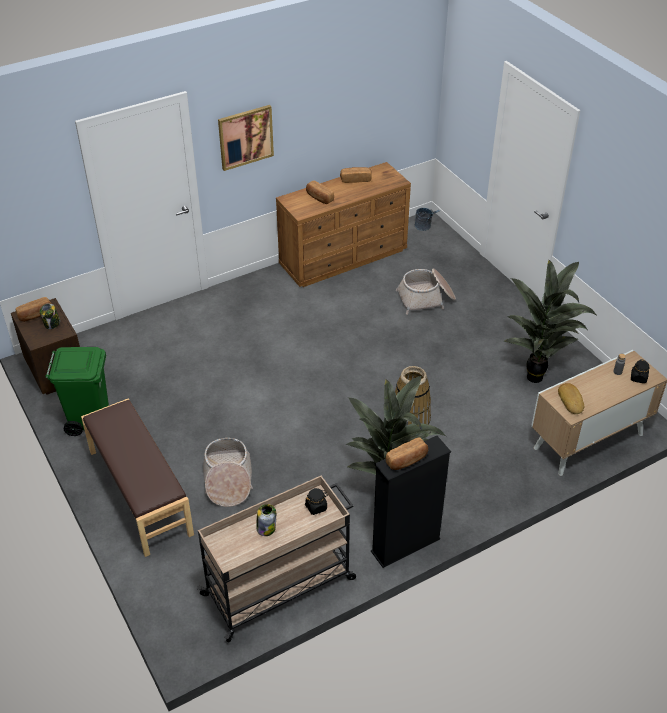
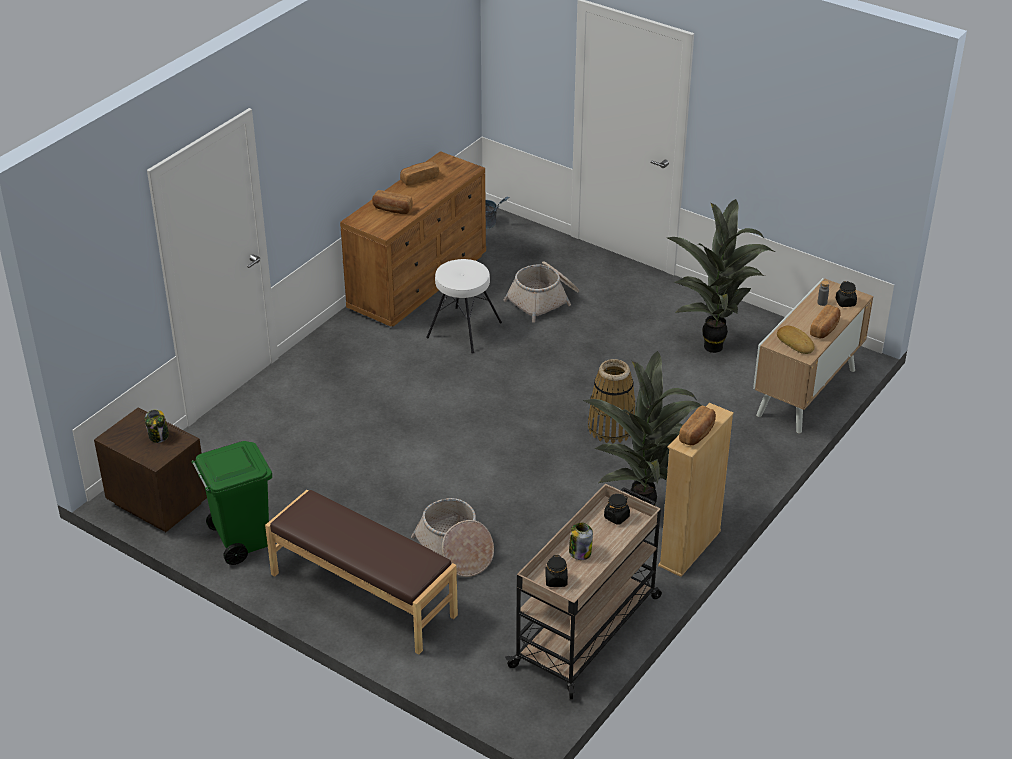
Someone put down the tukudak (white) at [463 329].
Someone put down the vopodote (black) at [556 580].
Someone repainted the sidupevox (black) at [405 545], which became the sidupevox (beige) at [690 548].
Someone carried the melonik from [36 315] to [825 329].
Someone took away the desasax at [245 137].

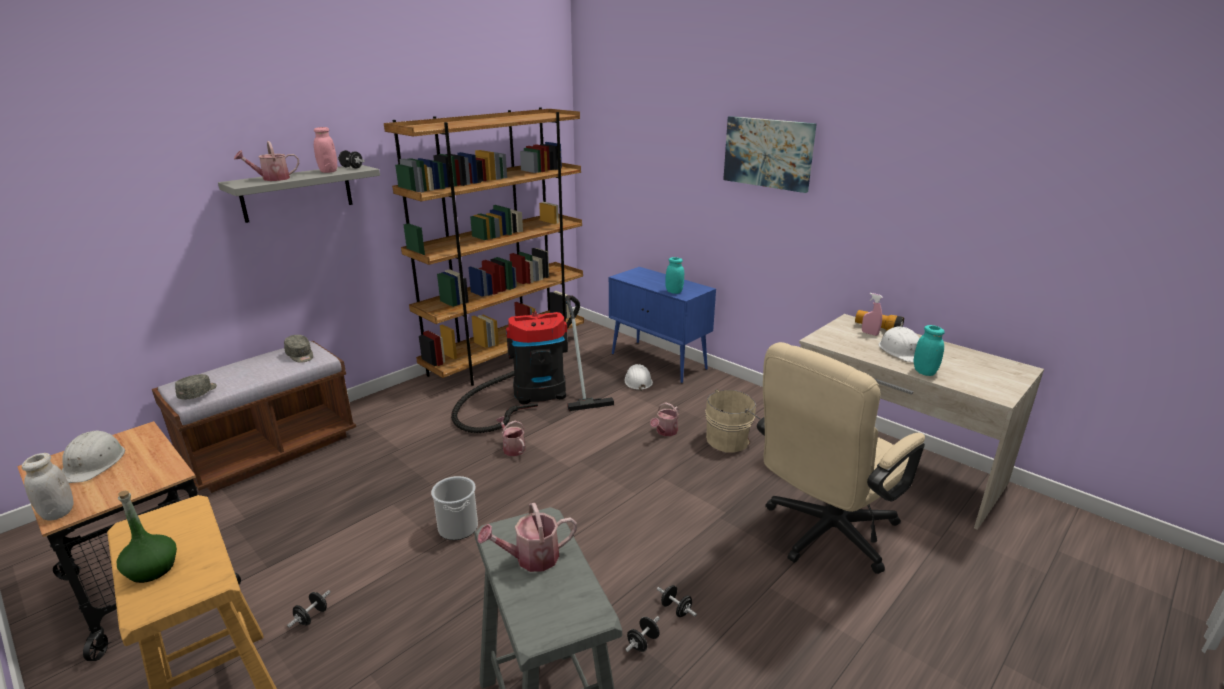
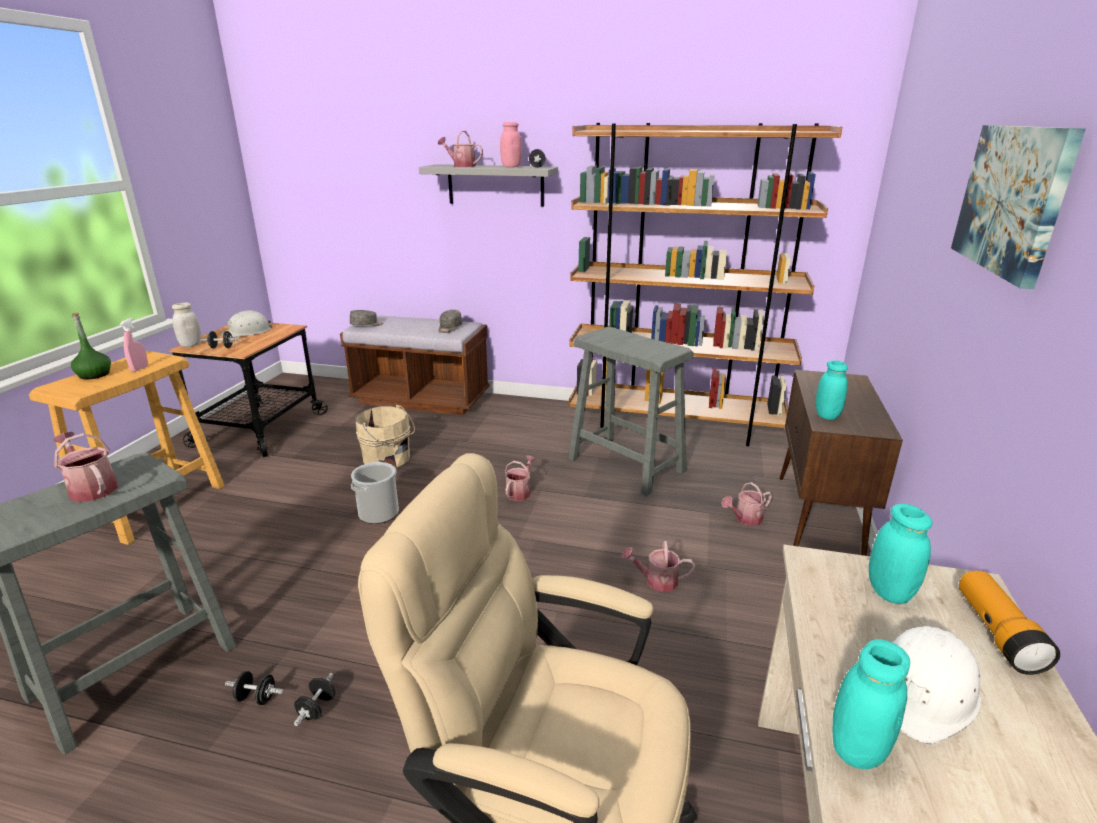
Someone carried the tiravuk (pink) from [869 333] to [139 368].
Someone carried the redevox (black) from [312 617] to [222 347].
Someone carried the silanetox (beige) from [729 439] to [388 459].
Someone swapped the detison at [533 394] for the tukudak (grey) at [626 465].
Someone swapped the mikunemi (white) at [637 381] for the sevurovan at [745 519].
Someone repainted the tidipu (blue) at [659 361], which became the tidipu (brown) at [818 518].
Someone put down the vopodote (turquoise) at [889 592].

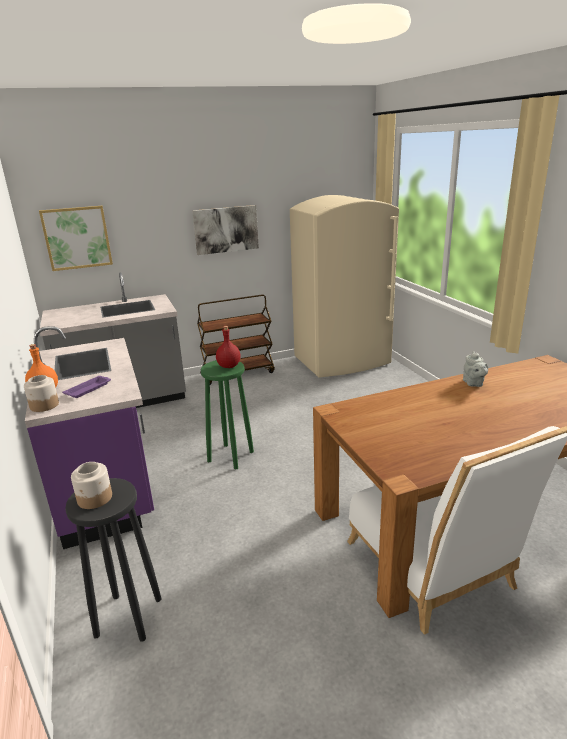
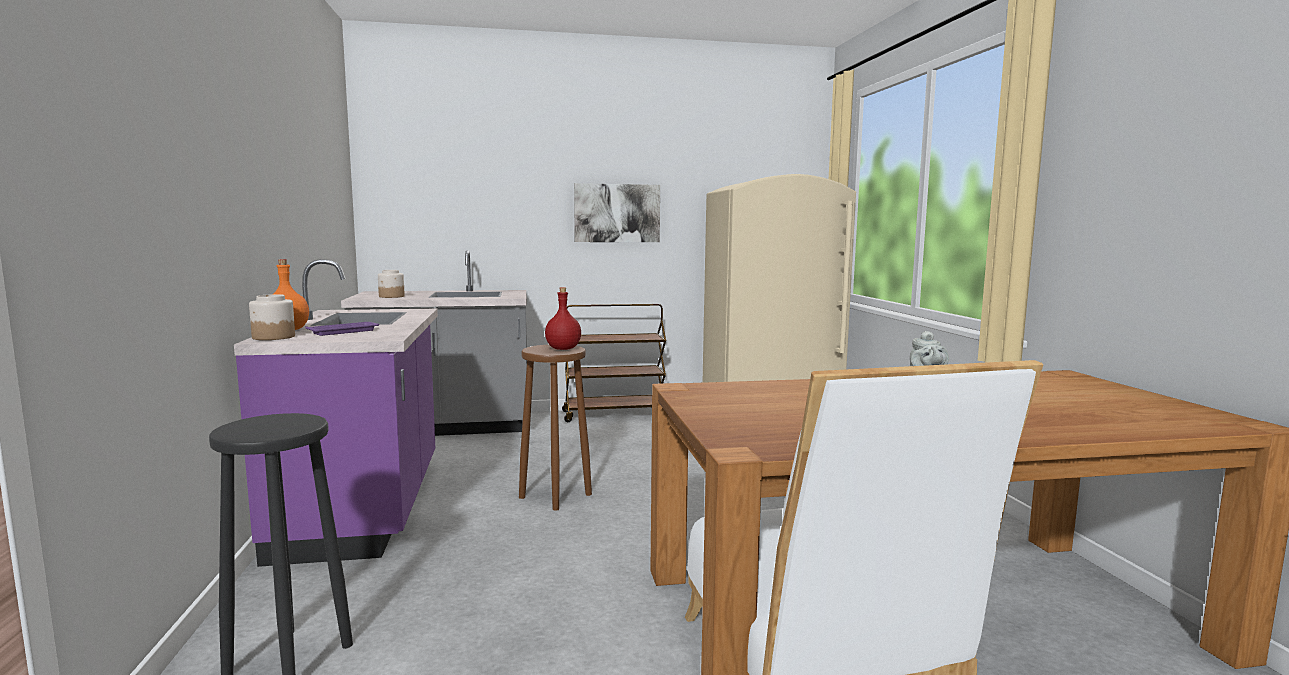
Someone carried the vopodote from [95 498] to [391 296].
Someone repainted the tukudak (green) at [231 456], which became the tukudak (brown) at [556 496].
Someone took away the desasax at [77 238].

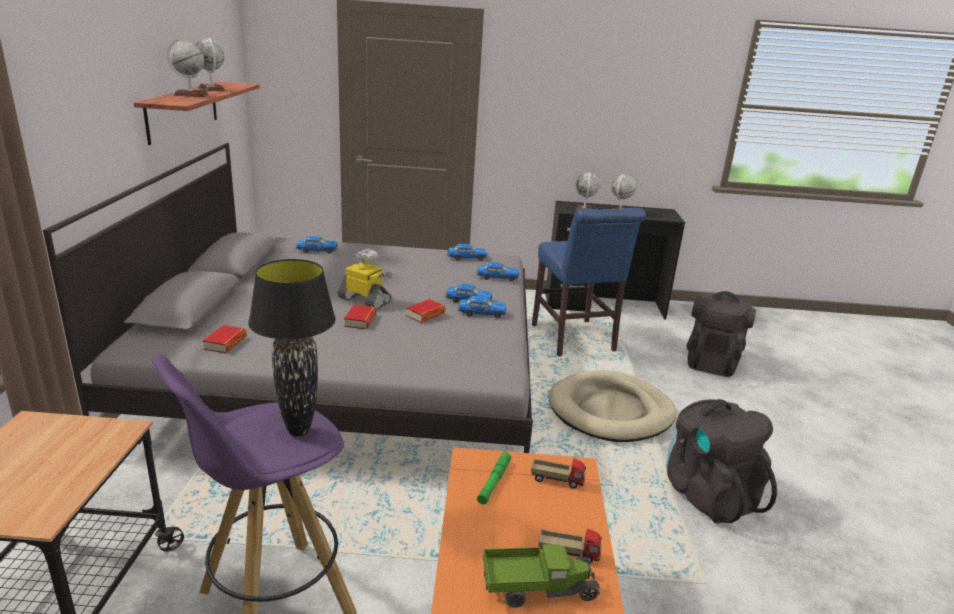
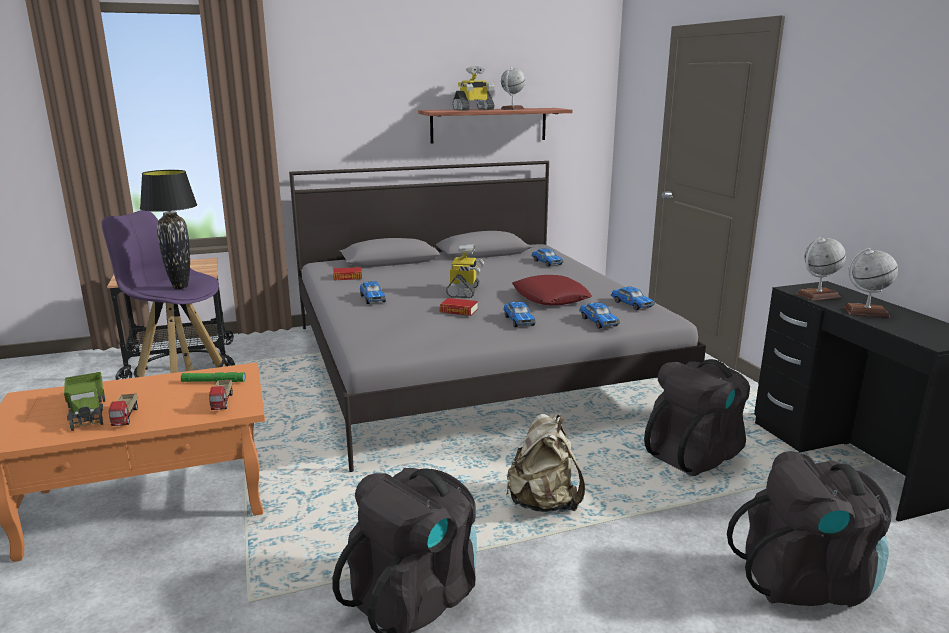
Someone carried the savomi from [481 313] to [372 298].
Someone swapped the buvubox at [190 95] for the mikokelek at [473 109].
Someone swapped the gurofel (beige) at [611 411] for the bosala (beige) at [543 503].
Someone put down the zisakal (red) at [550 297].
Someone swapped the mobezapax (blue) at [574 340] for the bosala (black) at [695 455].
Someone took away the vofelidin at [360 320].

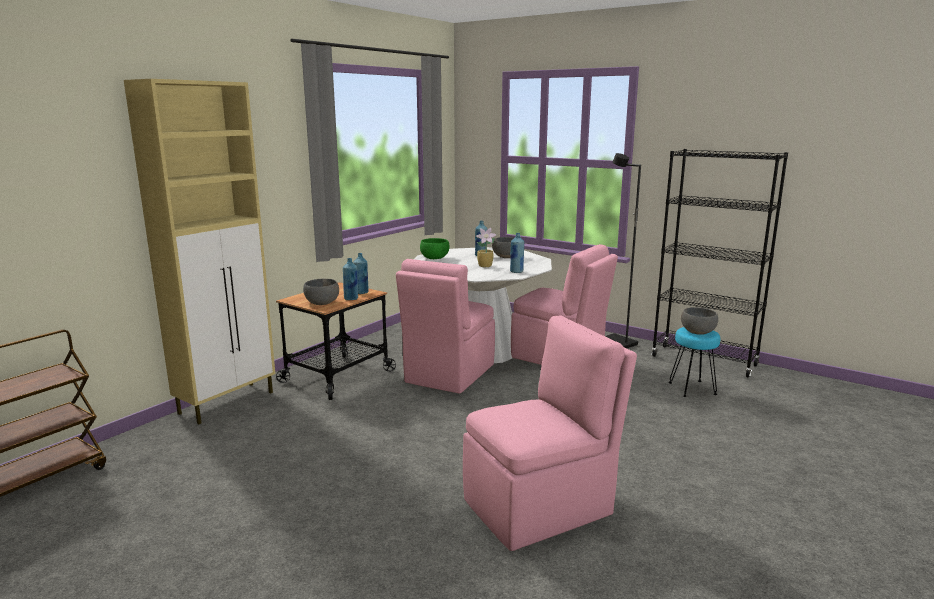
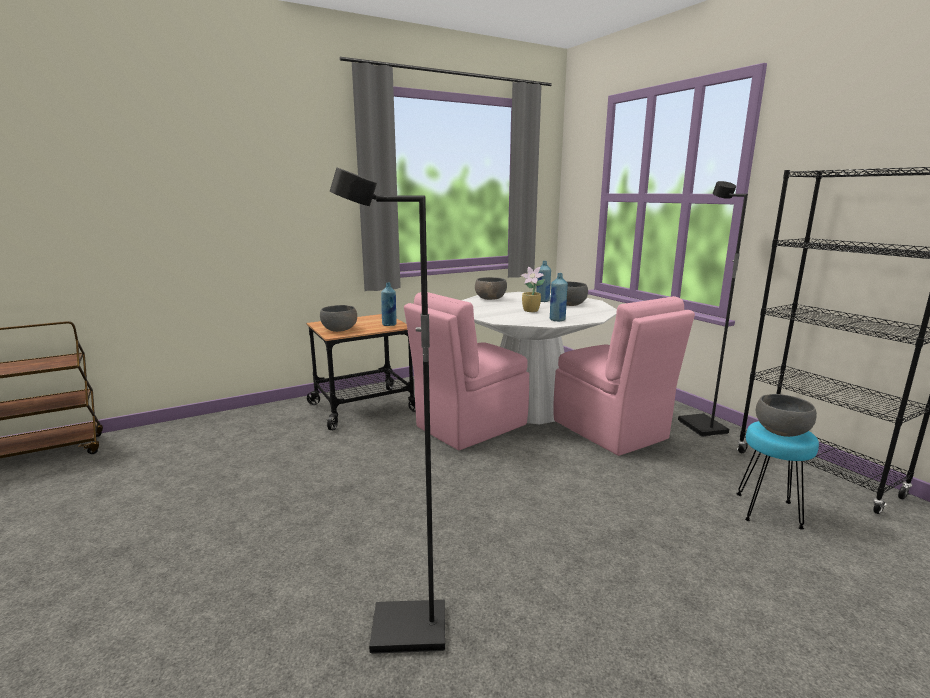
Someone swapped the mobezapax (pink) at [541 506] for the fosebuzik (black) at [407 631].
Someone repainted the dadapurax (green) at [434 258], which became the dadapurax (grey) at [490 298].
Someone took away the tidipu (beige) at [228 402].
Someone took away the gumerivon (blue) at [351 299].

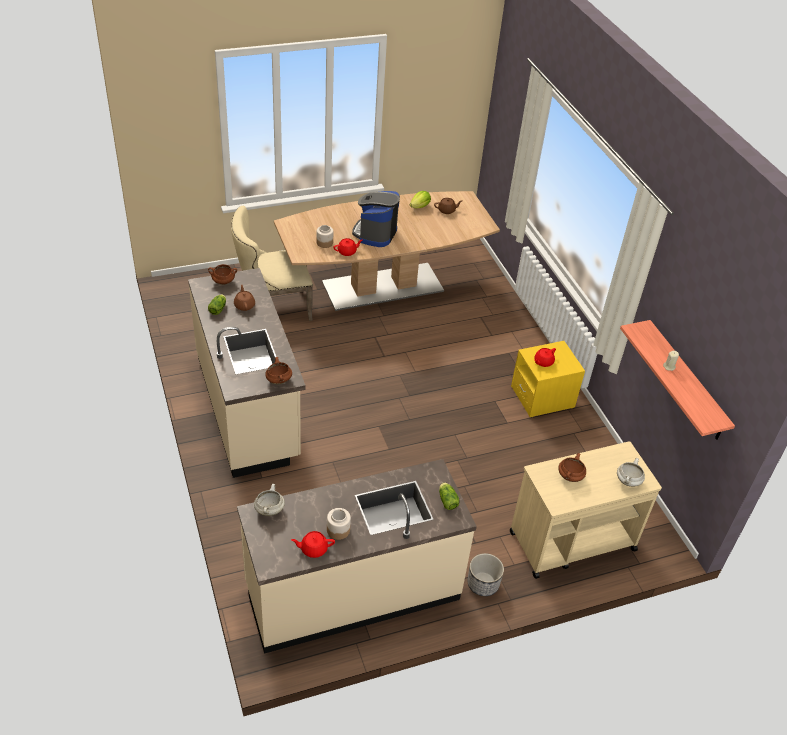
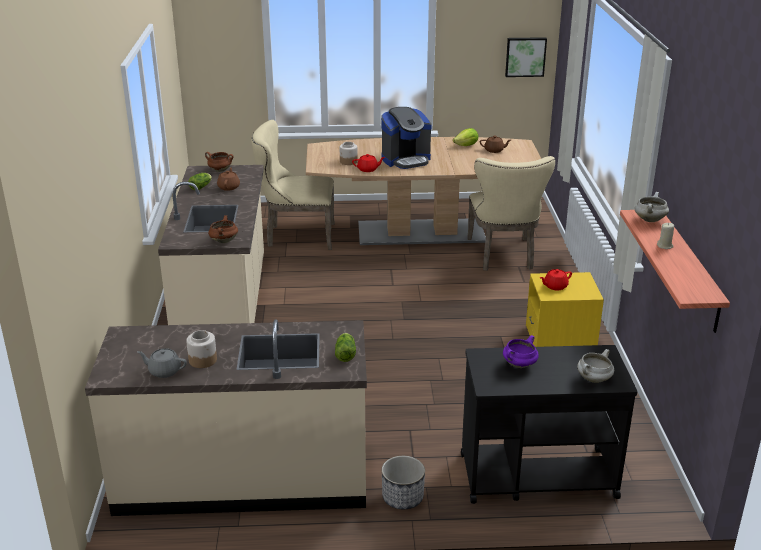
Someone repainted the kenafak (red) at [313 549], which became the kenafak (grey) at [164 371].
Someone rotated the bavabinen at [375 233] by 150 degrees counterclockwise.
Someone repainted the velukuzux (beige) at [571 541], which became the velukuzux (black) at [536 475].
Someone put down the mobezapax (beige) at [503 257].
Someone repainted the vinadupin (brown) at [570 477], which became the vinadupin (purple) at [519 365].
Someone put up the desasax at [525 56].
Someone carried the vinadupin (white) from [269 509] to [649 220].

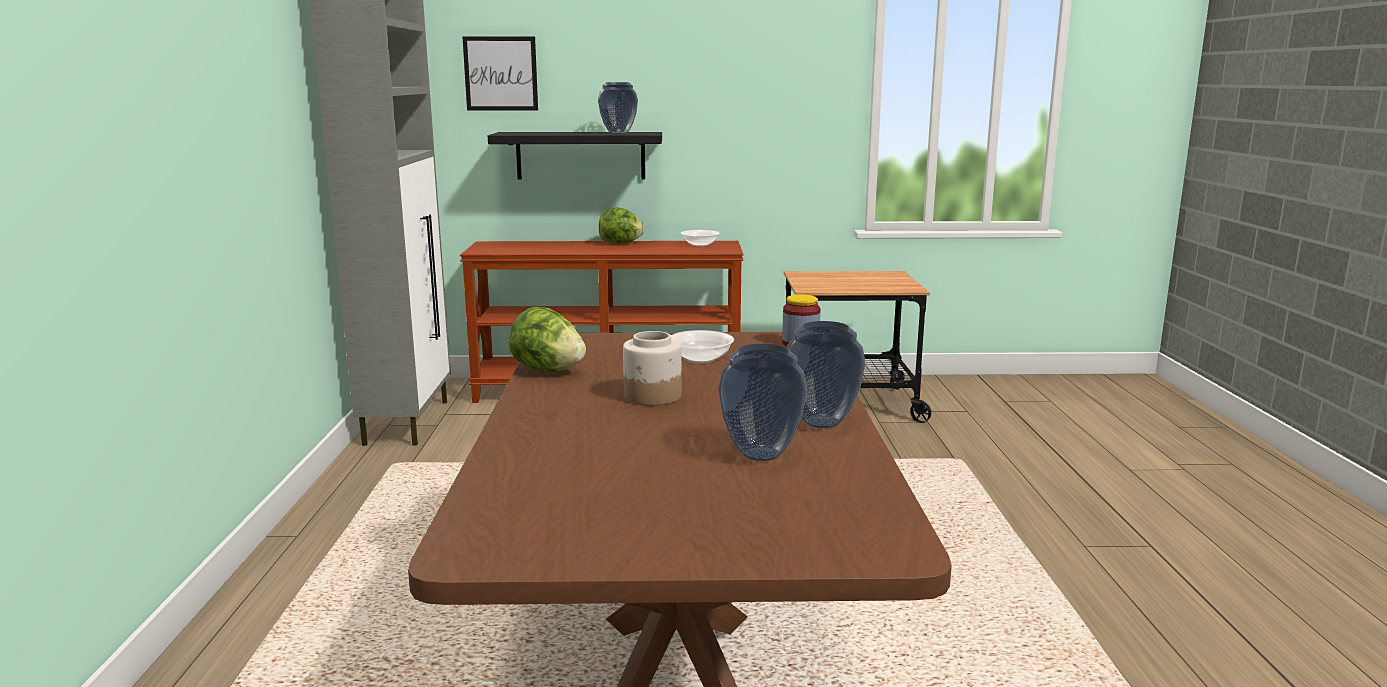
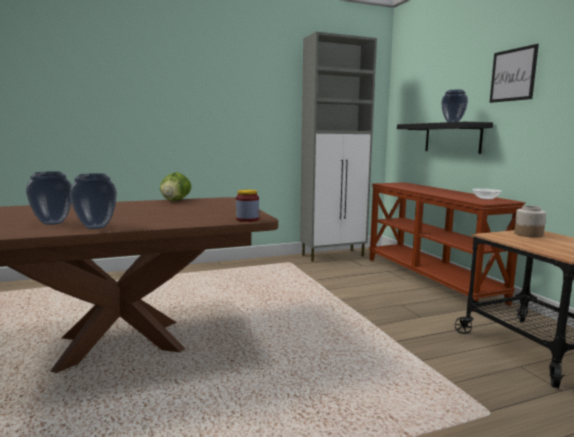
Someone carried the desasax from [501 73] to [513 75].
Someone carried the vopodote from [653 396] to [528 234].
Someone took away the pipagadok at [620 243].
Someone took away the dadapurax at [700 359].

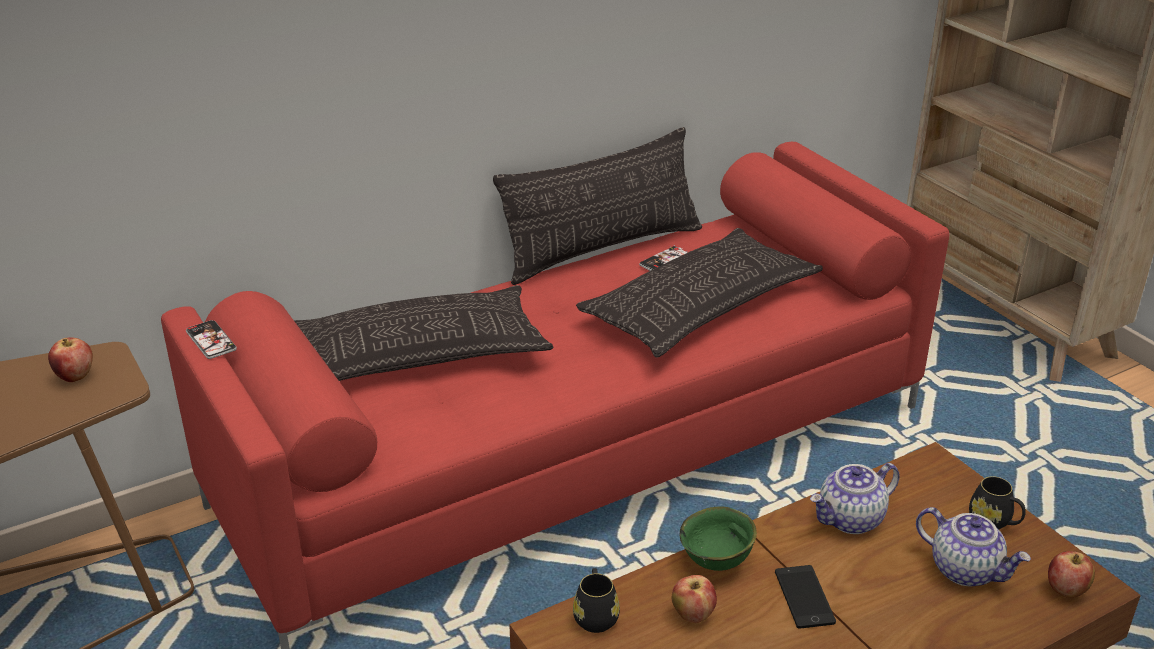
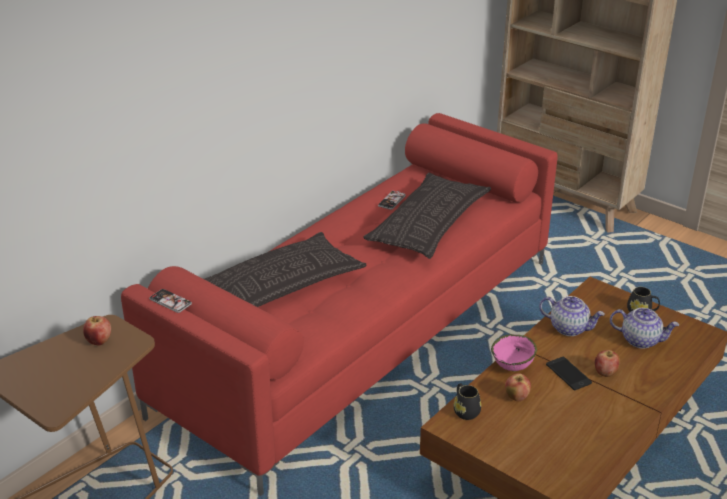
Someone repainted the dadapurax (green) at [717 563], which became the dadapurax (pink) at [513 367].
Someone rotated the kenafak at [850 520] by 105 degrees counterclockwise.
Someone carried the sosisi from [1065 590] to [605 373].
Someone took away the zisakal at [602 249].

